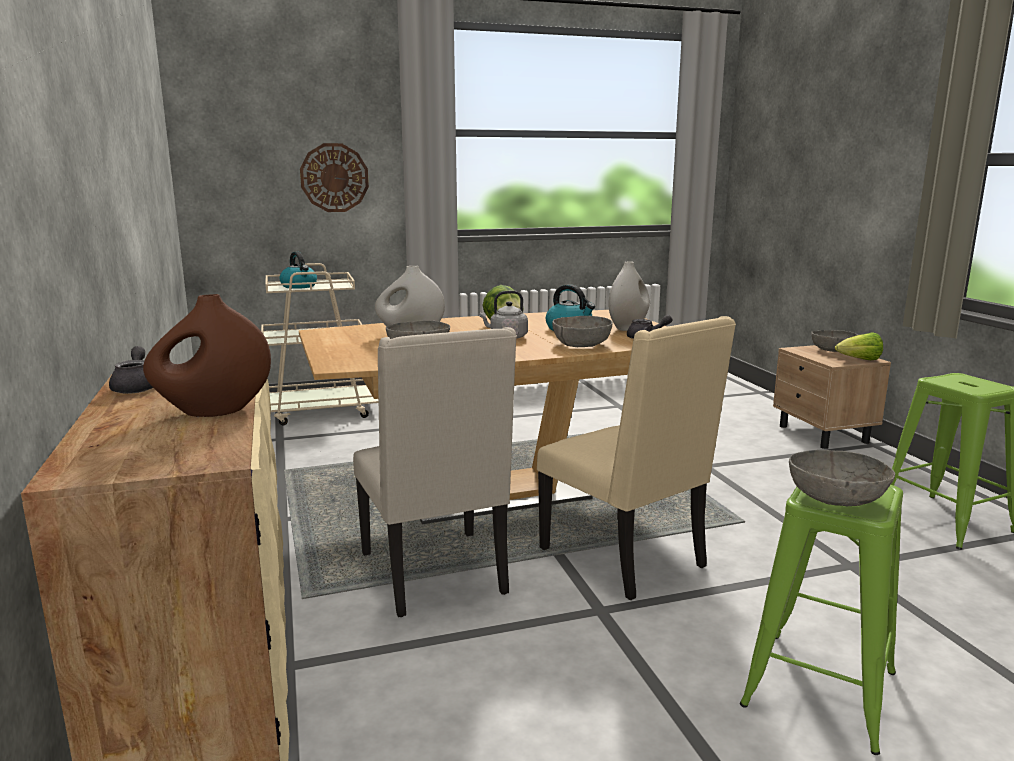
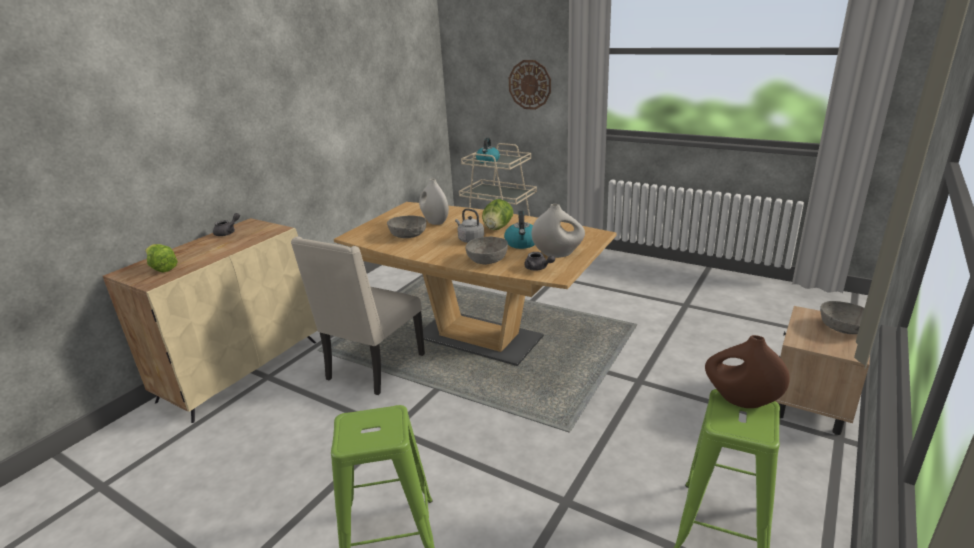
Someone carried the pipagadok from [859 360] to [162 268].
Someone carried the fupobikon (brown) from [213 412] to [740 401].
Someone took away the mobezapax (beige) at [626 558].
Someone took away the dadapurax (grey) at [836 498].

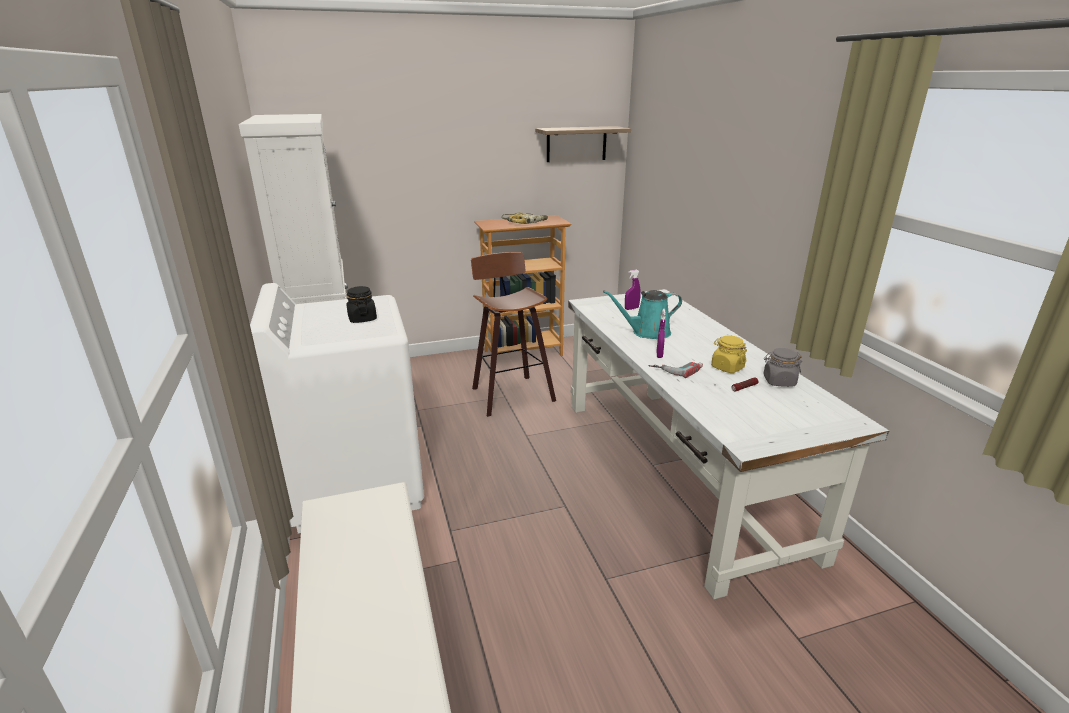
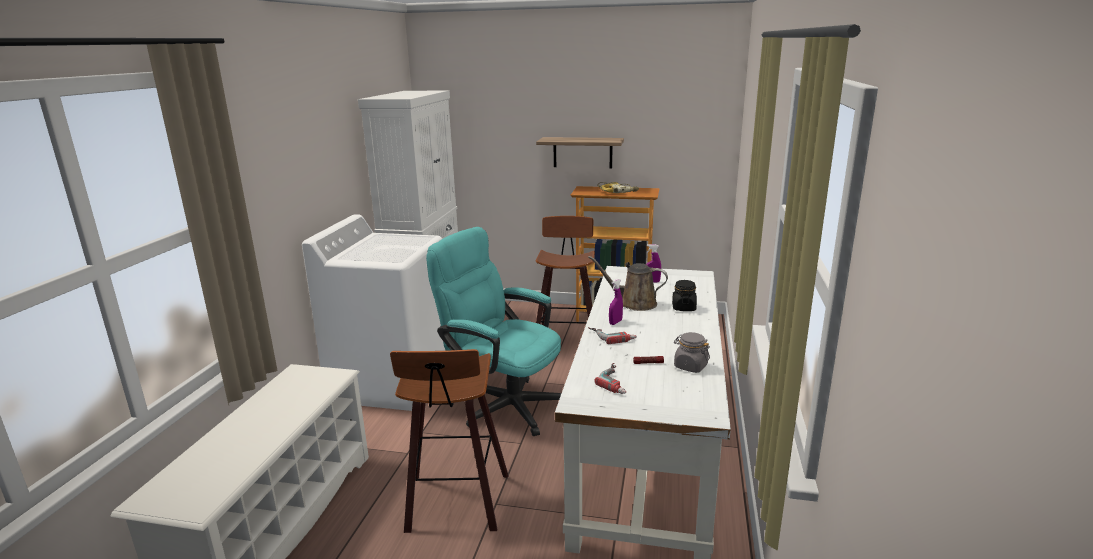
Someone put down the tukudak at [456 504].
Someone put down the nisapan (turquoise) at [503 404].
Someone carried the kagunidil from [576 144] to [582 152].
Someone repainted the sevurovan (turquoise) at [647 332], which became the sevurovan (brown) at [634 303].
Someone put down the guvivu at [618 381].
Someone carried the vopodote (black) from [362 319] to [683 308].
Someone took away the vopodote (yellow) at [727 367].

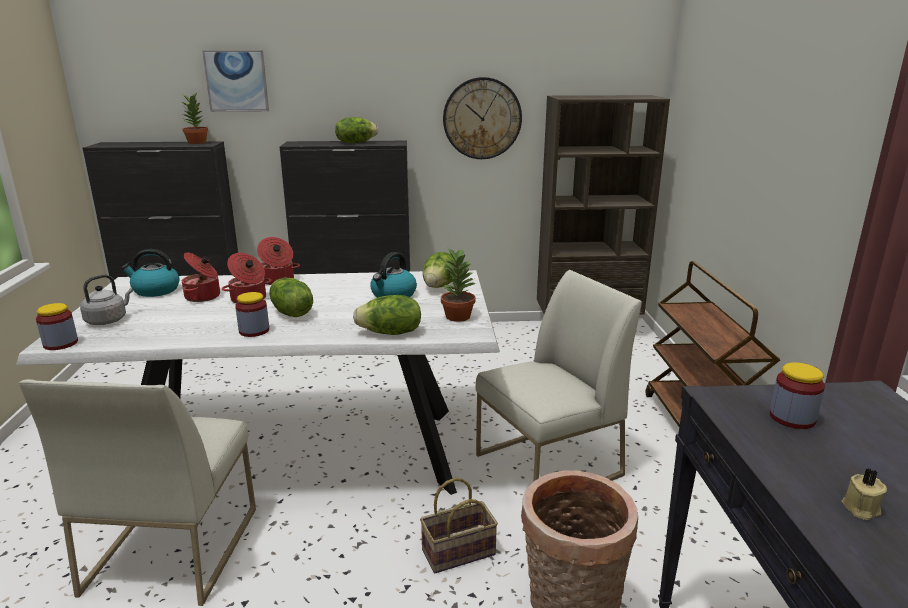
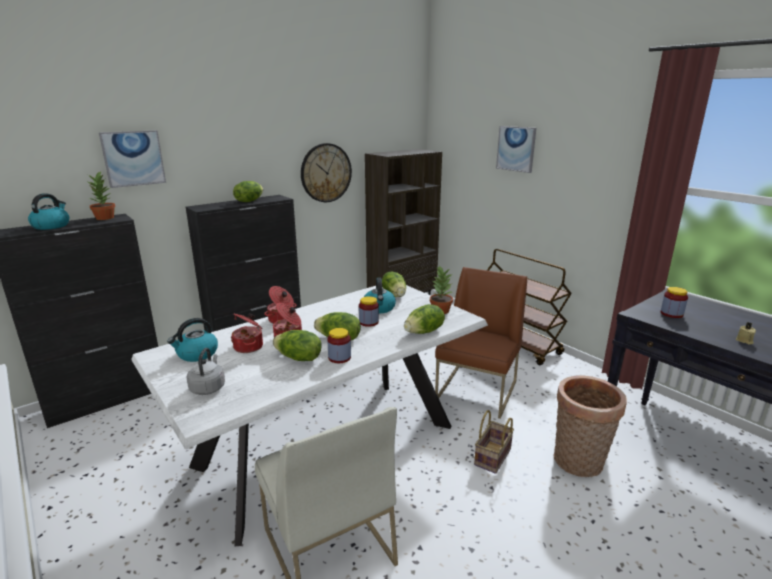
Someone put down the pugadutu at [51 226].
Someone put down the pipagadok at [298 358].
Someone carried the vopodote from [60 344] to [368 322].
Someone repainted the mobezapax (white) at [548 466], which became the mobezapax (brown) at [477 391].
Someone put up the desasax at [516 149].

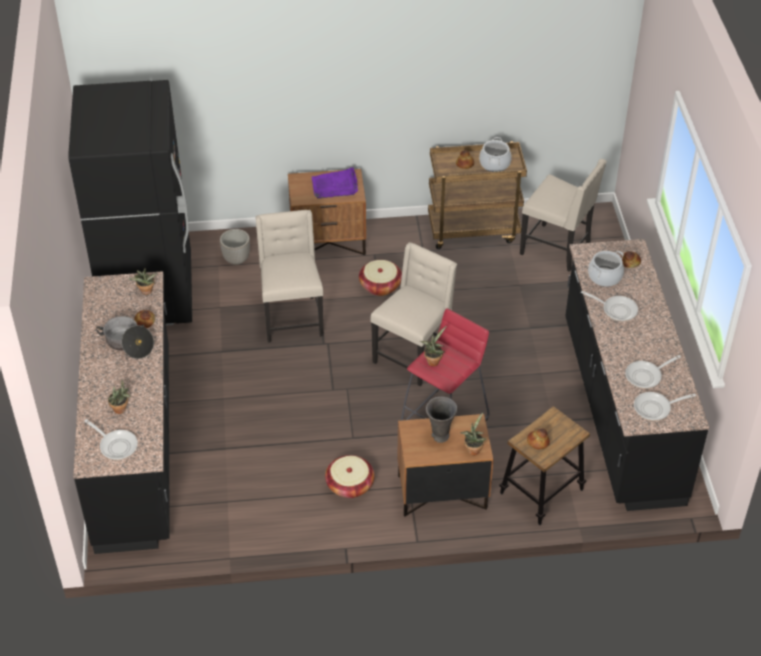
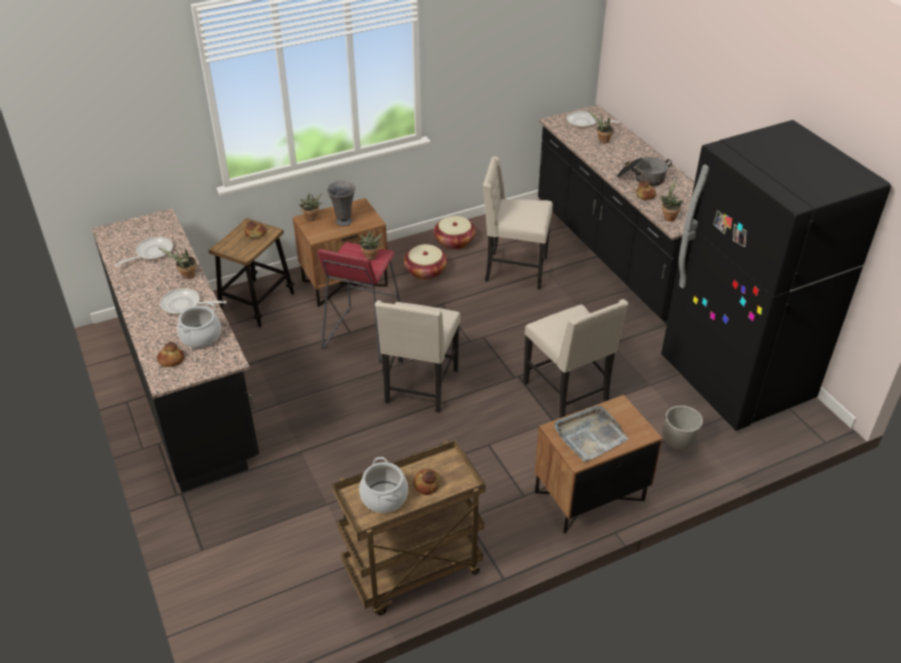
Someone put down the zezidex at [186 276].
Someone carried the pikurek from [380 286] to [454 241].
Someone carried the mobezapax (beige) from [557 249] to [514 270].
Someone repainted the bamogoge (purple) at [335 186], which became the bamogoge (grey) at [589 435].
Someone took away the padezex at [655 408].

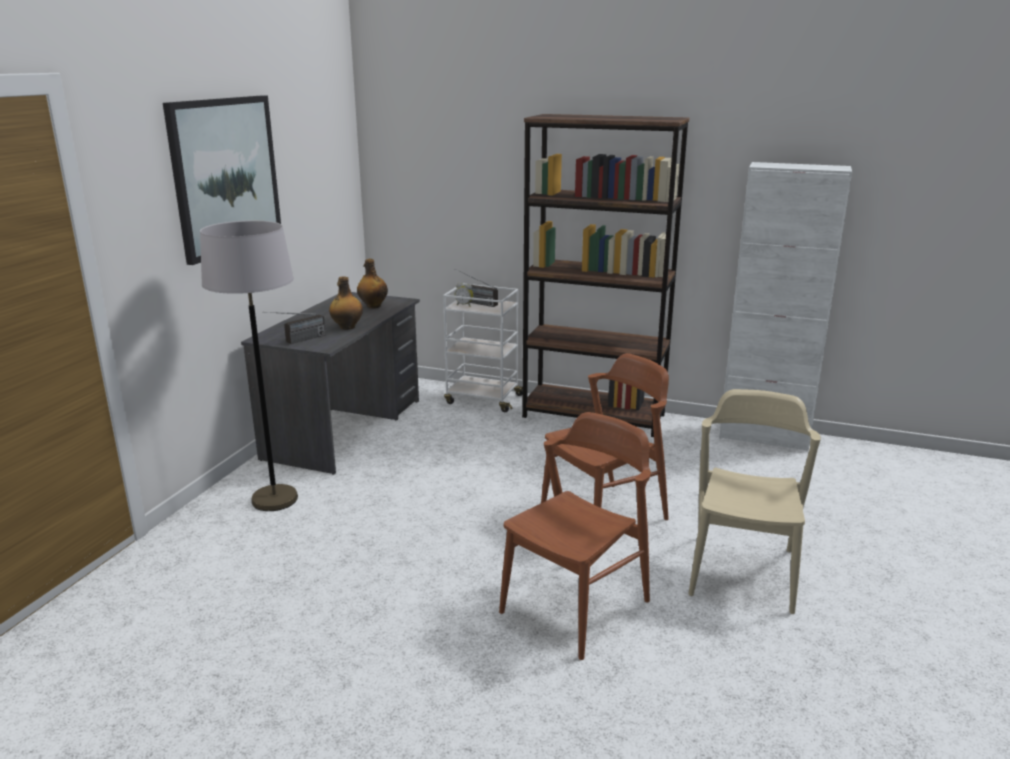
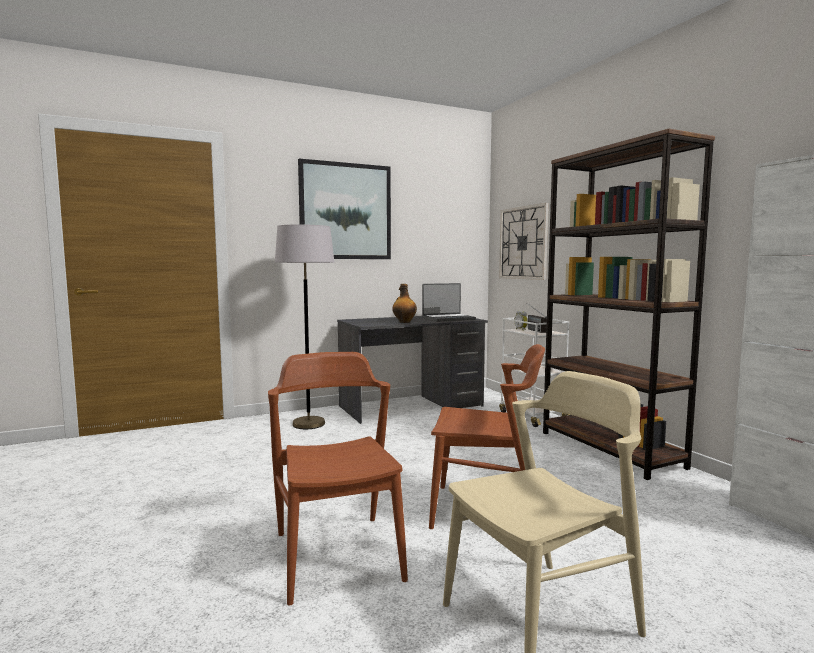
Someone rotated the mobezapax (brown) at [576 606] by 105 degrees counterclockwise.
Someone swapped the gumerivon at [373 306] for the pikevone at [448 319].
Someone put up the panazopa at [523 243].
Someone took away the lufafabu at [297 341].

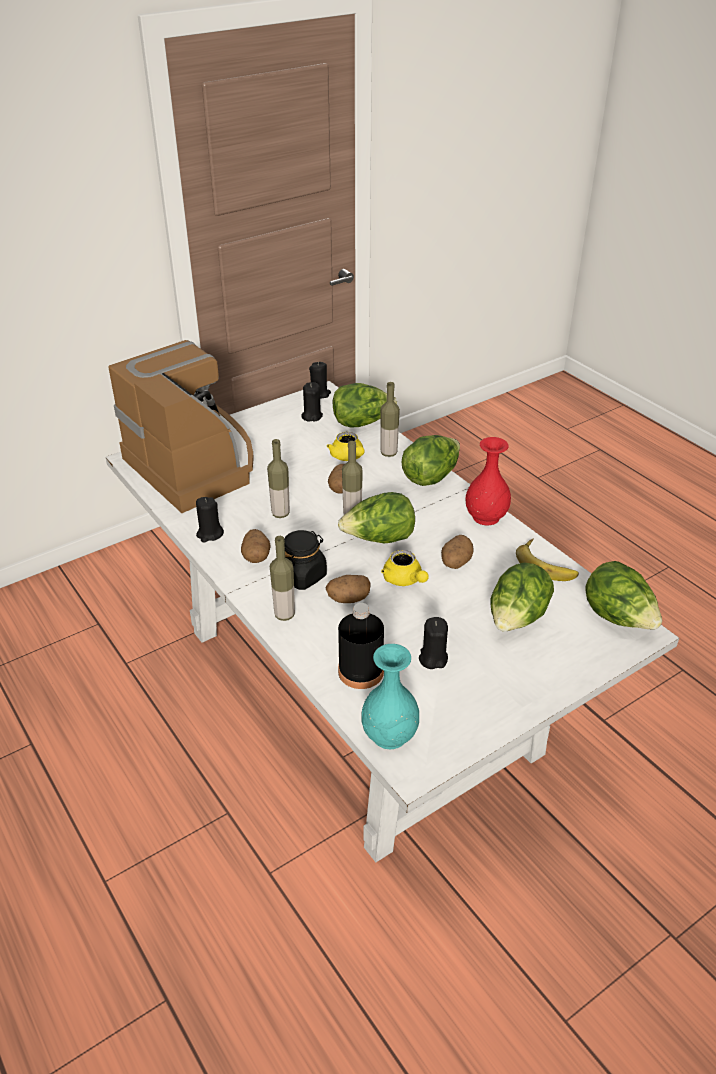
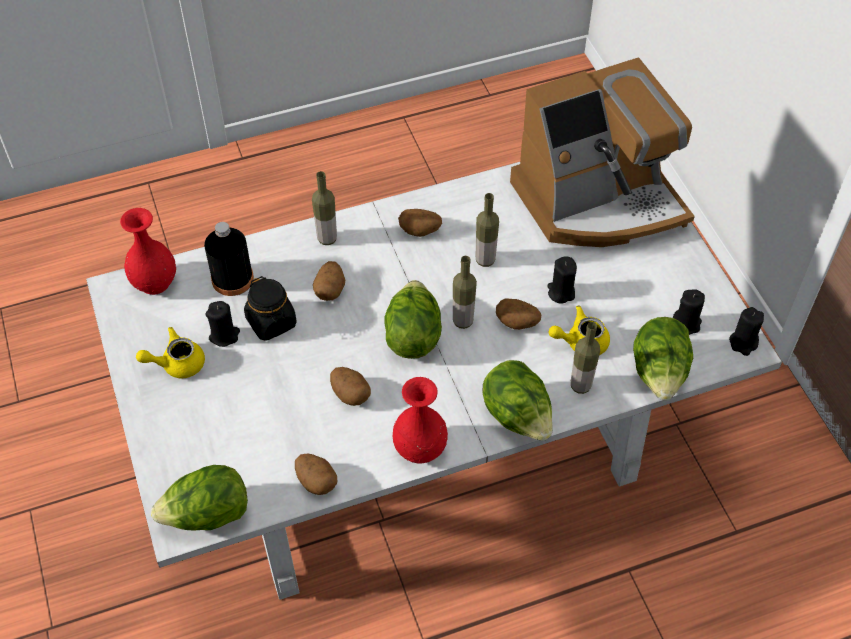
Someone repainted the fupobikon (turquoise) at [388 735], which became the fupobikon (red) at [155 282].
Someone carried the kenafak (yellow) from [404 580] to [176 363].
Someone carried the vopodote (black) from [302 576] to [271 322].
Someone swapped the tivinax at [547 564] for the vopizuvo at [316 481].
Someone carried the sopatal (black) from [209 534] to [561 292].
Someone took away the pipagadok at [517 620].

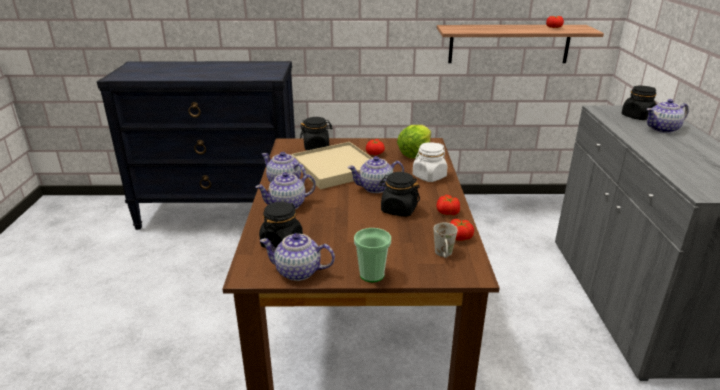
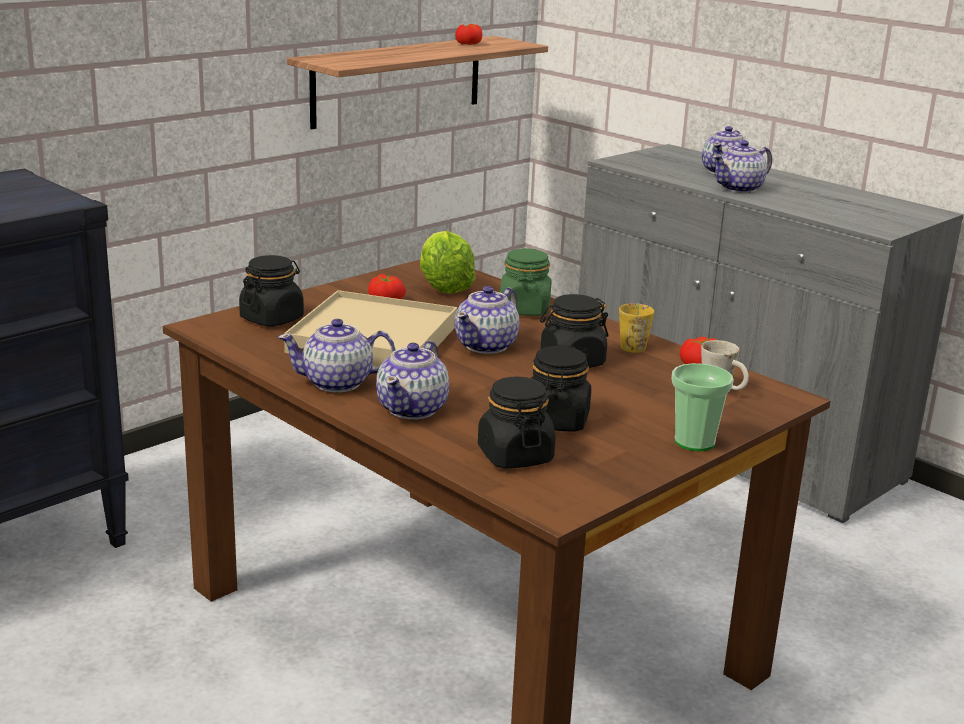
Someone repainted the vopodote (white) at [429 176], which became the vopodote (green) at [524 310].
Someone carried the vopodote (black) from [637 117] to [556 421].
Someone swapped the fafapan at [447 212] for the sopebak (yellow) at [633 345].
Someone carried the kenafak from [298 272] to [740 188].

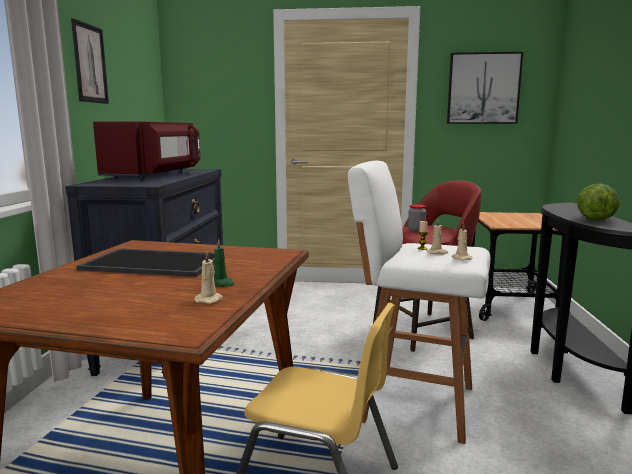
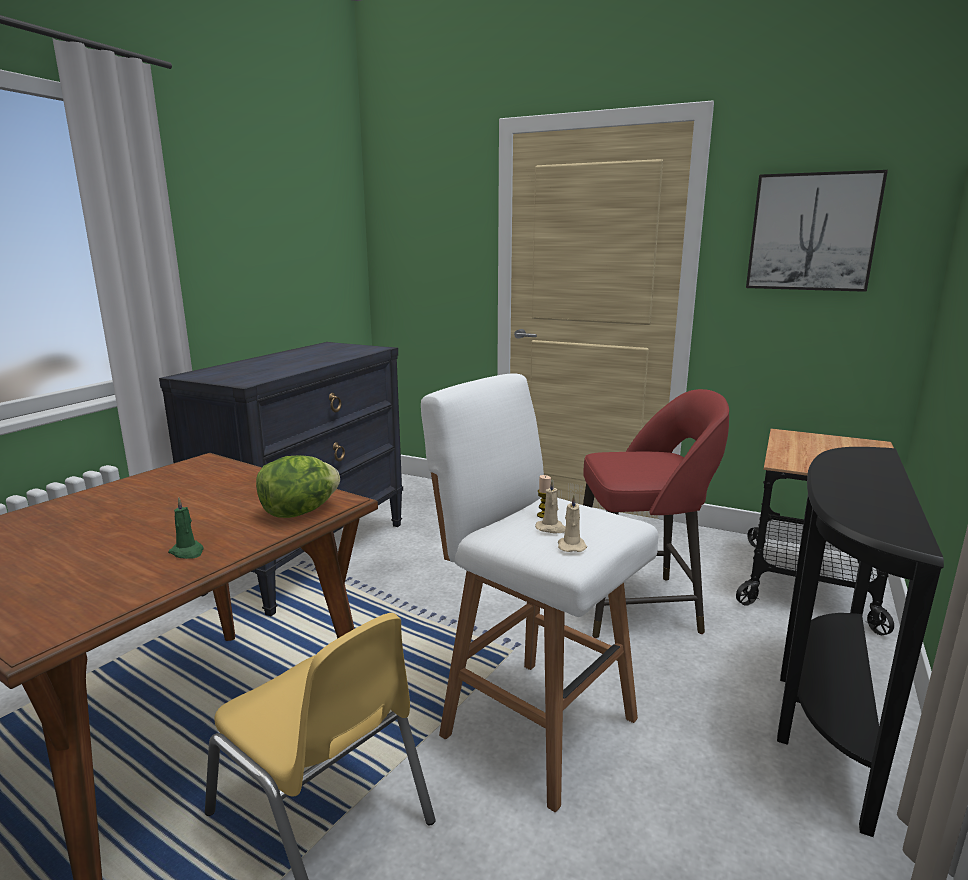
Someone carried the pipagadok from [595 219] to [299 512].
Someone took away the desasax at [90 63].
Someone took away the bamogoge at [156 263].
Someone took away the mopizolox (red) at [155 175].
Someone took away the sopatal (beige) at [209 299].
Someone took away the vopodote at [416 230].

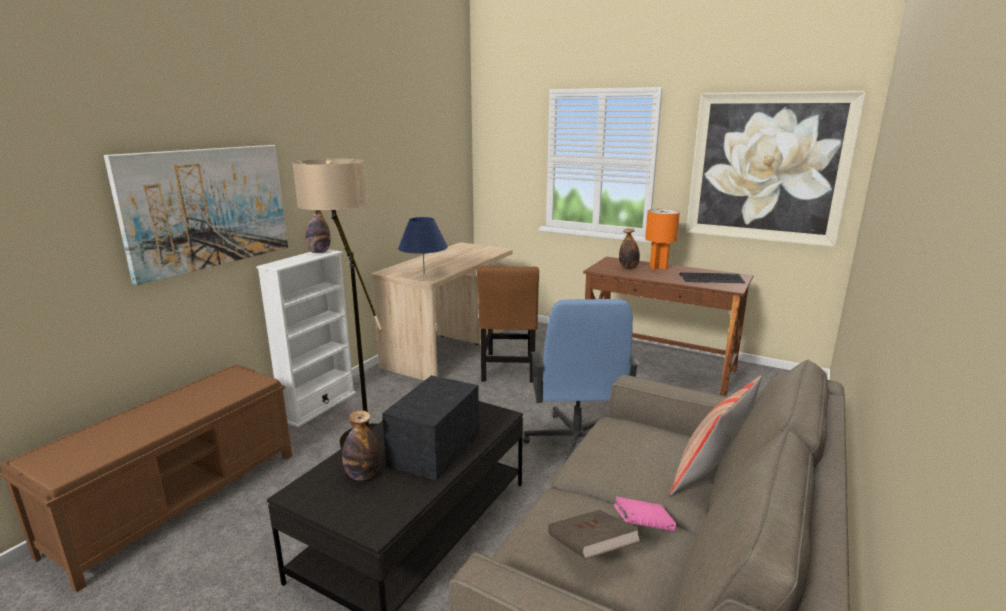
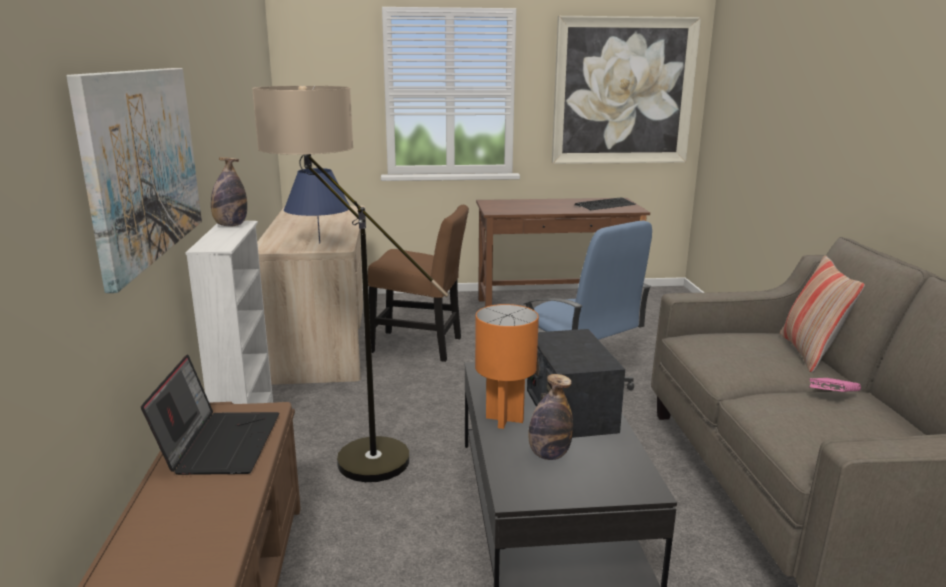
Someone put down the pikevone at [220 443].
Someone rotated the mobezapax (brown) at [508 369] by 45 degrees counterclockwise.
Someone carried the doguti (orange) from [658 267] to [504 419].
Someone took away the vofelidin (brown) at [590 550].
Someone took away the gumerivon at [628 268].

